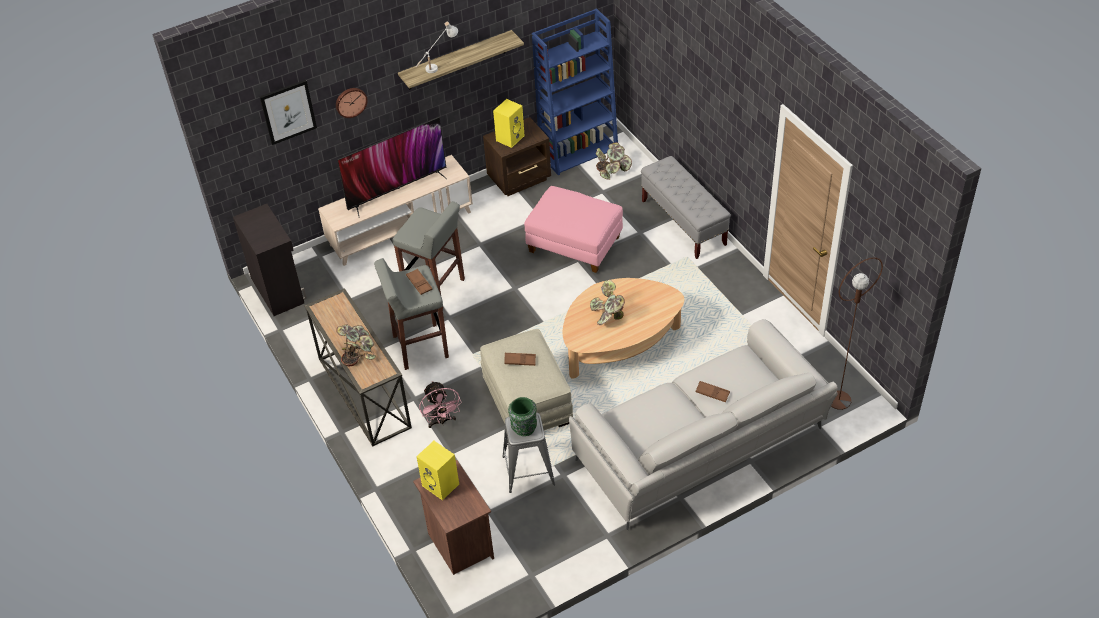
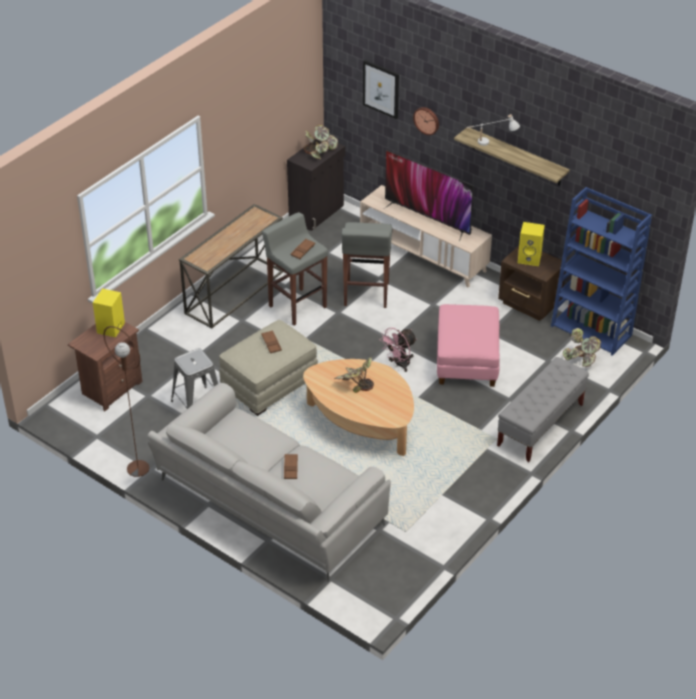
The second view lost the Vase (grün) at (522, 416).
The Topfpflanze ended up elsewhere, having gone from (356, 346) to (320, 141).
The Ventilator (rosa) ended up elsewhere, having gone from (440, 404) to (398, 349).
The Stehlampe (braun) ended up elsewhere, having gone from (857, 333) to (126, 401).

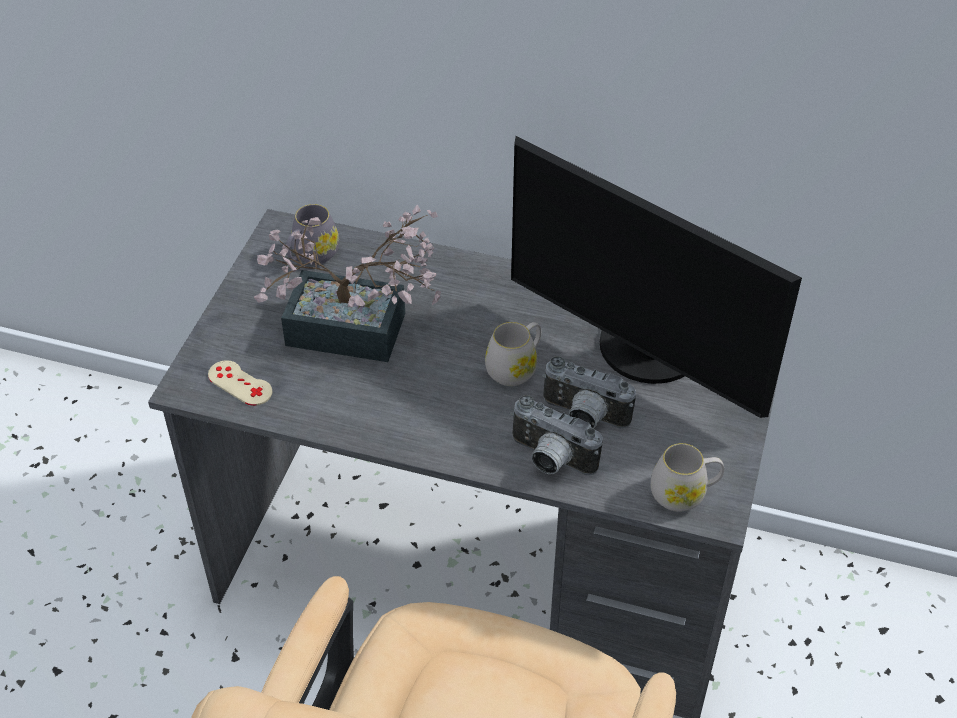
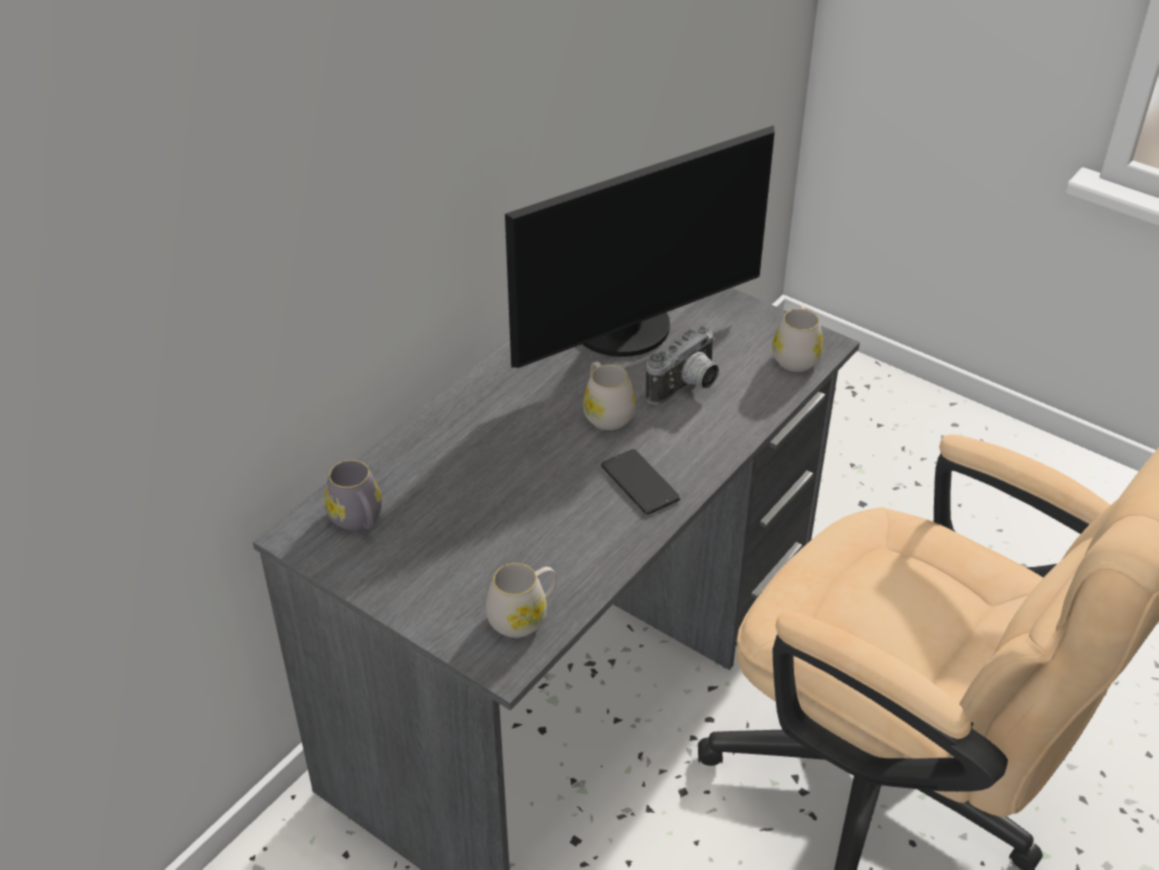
The second view lost the Topfpflanze at (347, 283).
The second view lost the Kamera at (556, 435).
The second view gained the Handy at (640, 482).
Where the Gamepad (beige) stood at (240, 383), the Henkelbecher (weiß) came to stand at (521, 600).

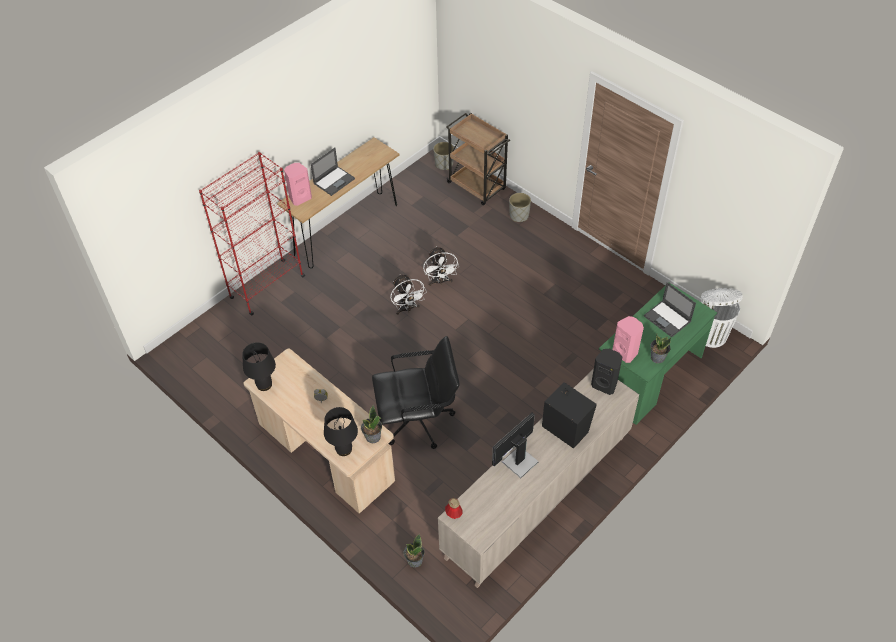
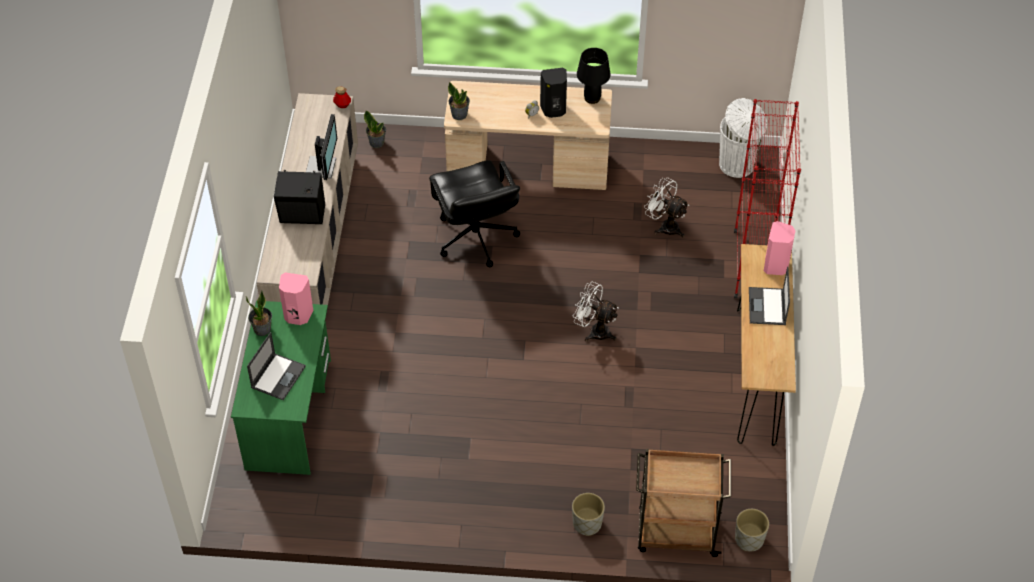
The second view lost the Tischlampe (schwarz) at (341, 431).
The Ventilator (weiß) ended up elsewhere, having gone from (441, 266) to (666, 208).
The Lautsprecher (schwarz) ended up elsewhere, having gone from (606, 372) to (553, 93).
The Mülleimer (weiß) ended up elsewhere, having gone from (722, 318) to (743, 138).
The Bürostuhl (schwarz) at (416, 392) ended up facing another way, 60 degrees counterclockwise from before.
The Laptop at (670, 309) ended up facing another way, 105 degrees clockwise from before.

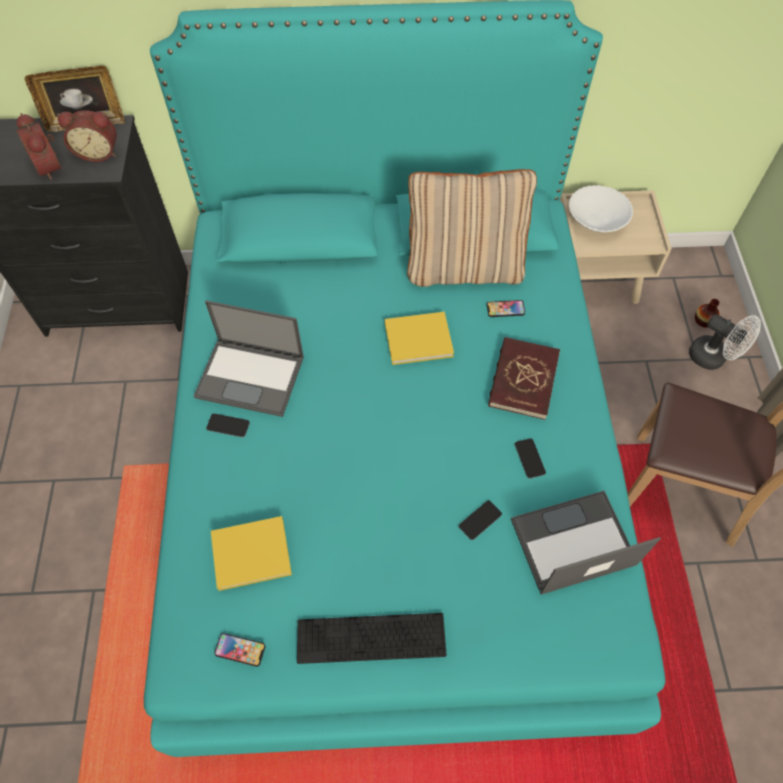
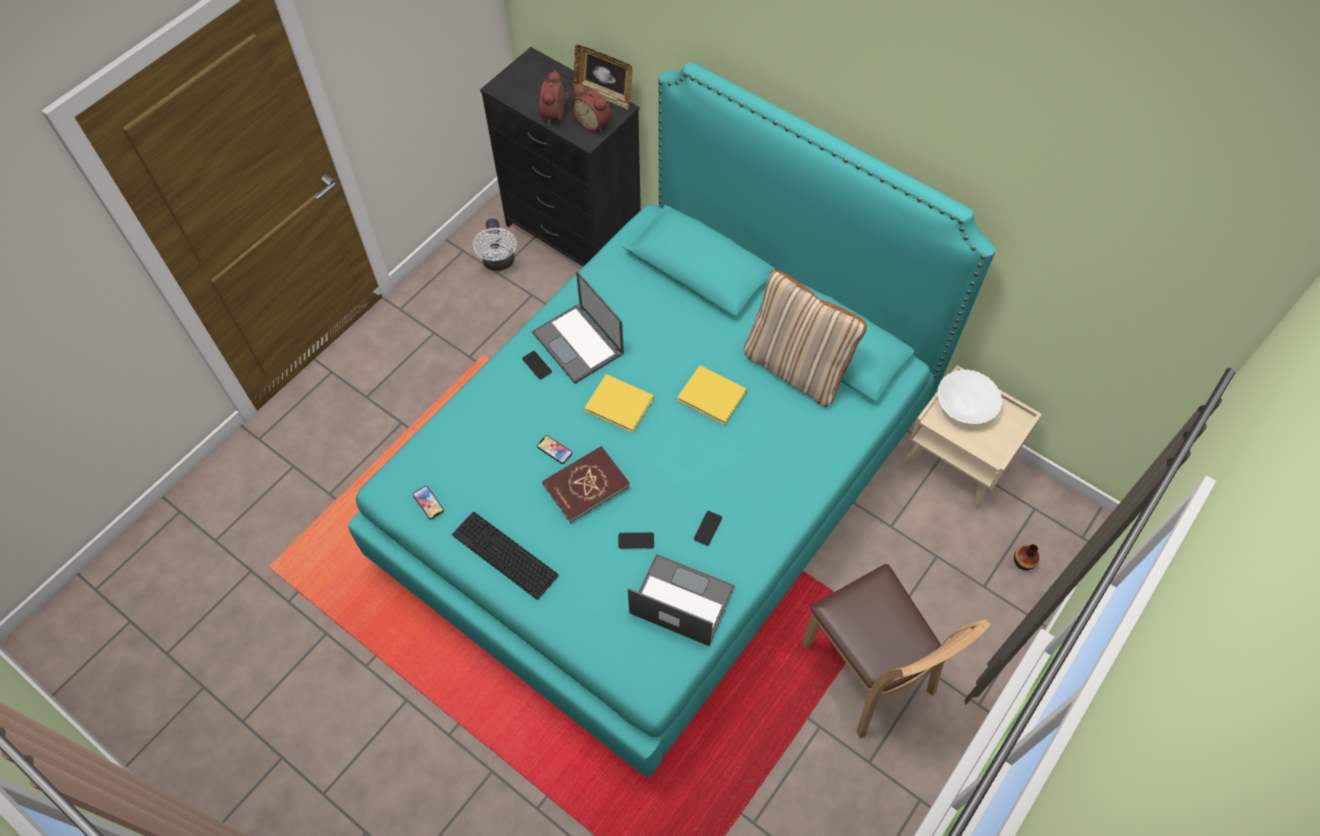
The Buch (gelb) ended up elsewhere, having gone from (251, 553) to (619, 403).
The Handy ended up elsewhere, having gone from (506, 308) to (554, 449).
The Buch (rot) ended up elsewhere, having gone from (524, 378) to (586, 484).
The Ventilator (weiß) ended up elsewhere, having gone from (725, 342) to (495, 244).

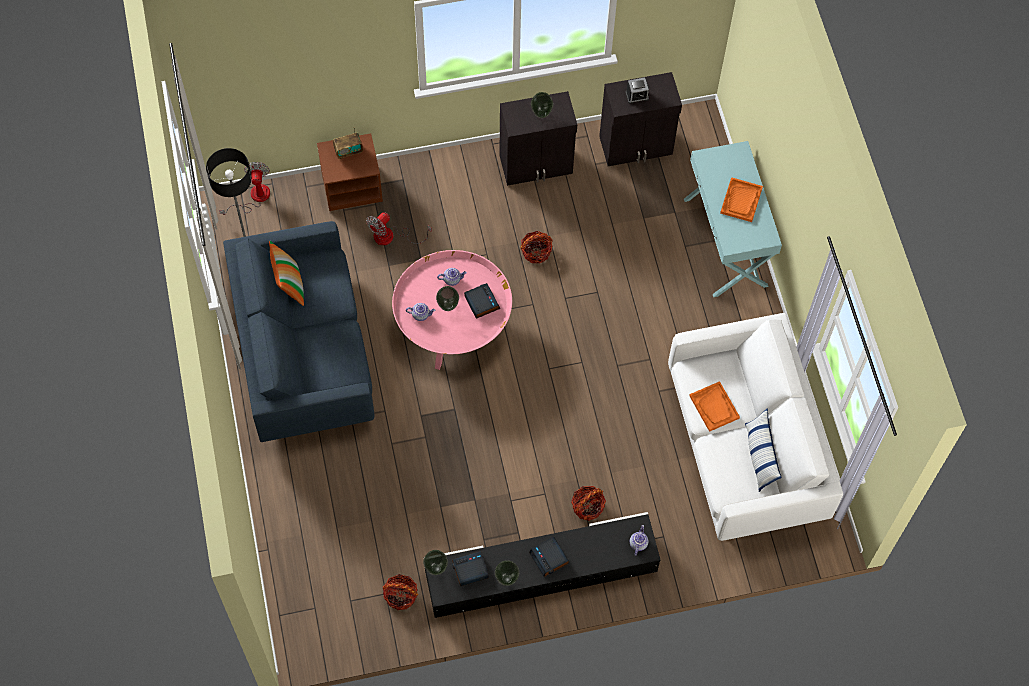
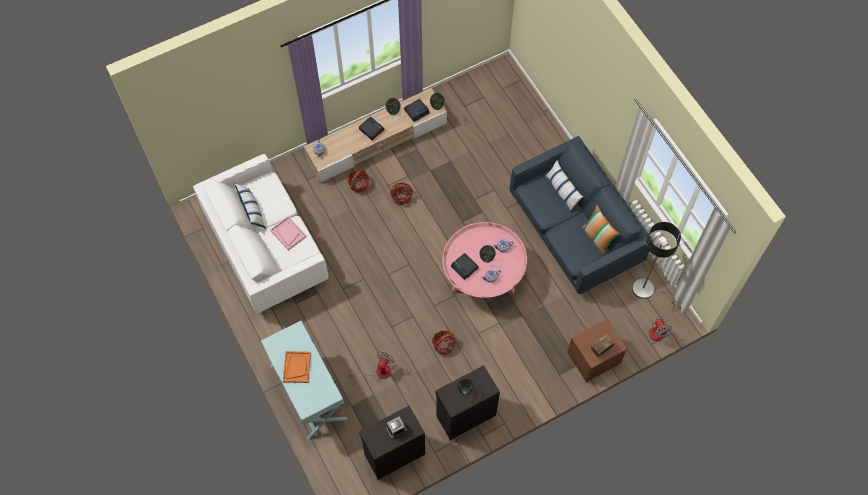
The second view gained the Kissen at (564, 186).
The Ventilator ended up elsewhere, having gone from (399, 228) to (370, 367).
The Korb ended up elsewhere, having gone from (400, 592) to (401, 193).
What was the Fernsehschrank (schwarz) at (542, 565) turned into the Fernsehschrank (beige) at (375, 135).
What was the Tablett (orange) at (714, 406) turned into the Tablett (rosa) at (288, 233).

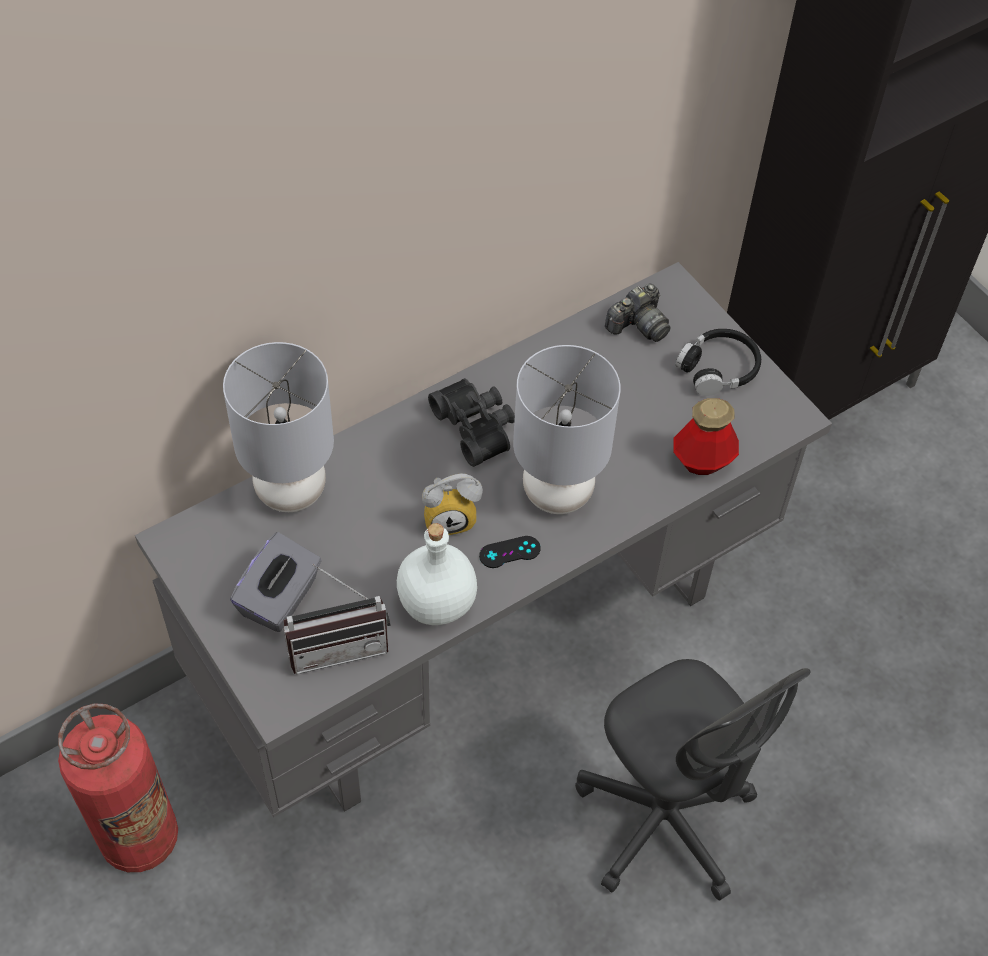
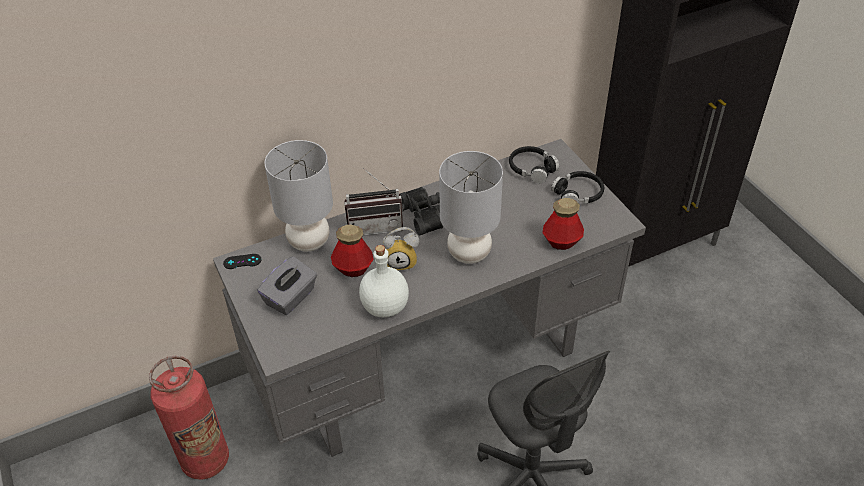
The second view gained the Flasche at (352, 251).
The Radio ended up elsewhere, having gone from (337, 619) to (374, 202).
The Gamepad (schwarz) ended up elsewhere, having gone from (510, 552) to (242, 261).
Where the Kamera stood at (637, 313), the Kopfhörer (schwarz) came to stand at (534, 165).

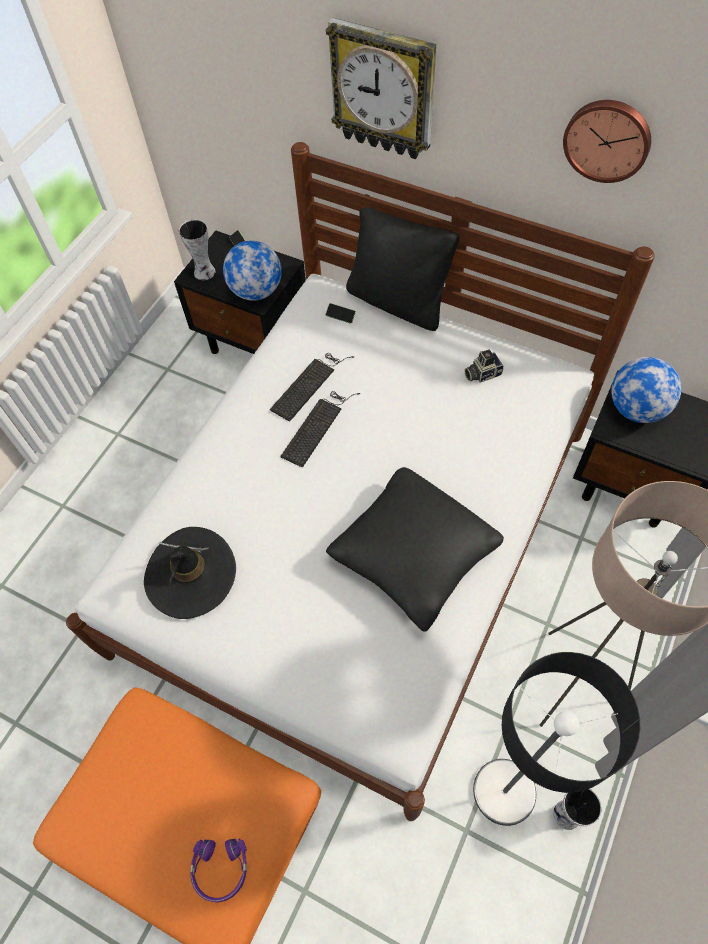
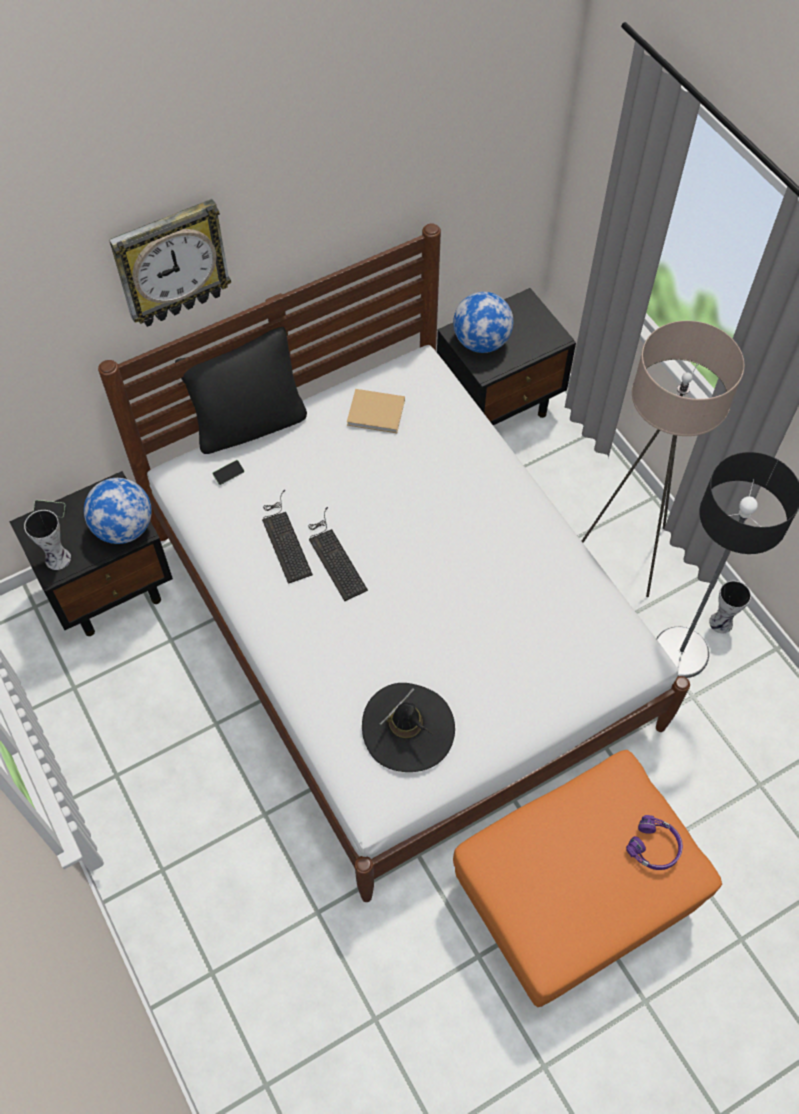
The second view lost the Kissen (schwarz) at (415, 549).
The second view lost the Wanduhr at (607, 141).
Where the Kamera stood at (484, 366), the Buch (beige) came to stand at (376, 411).

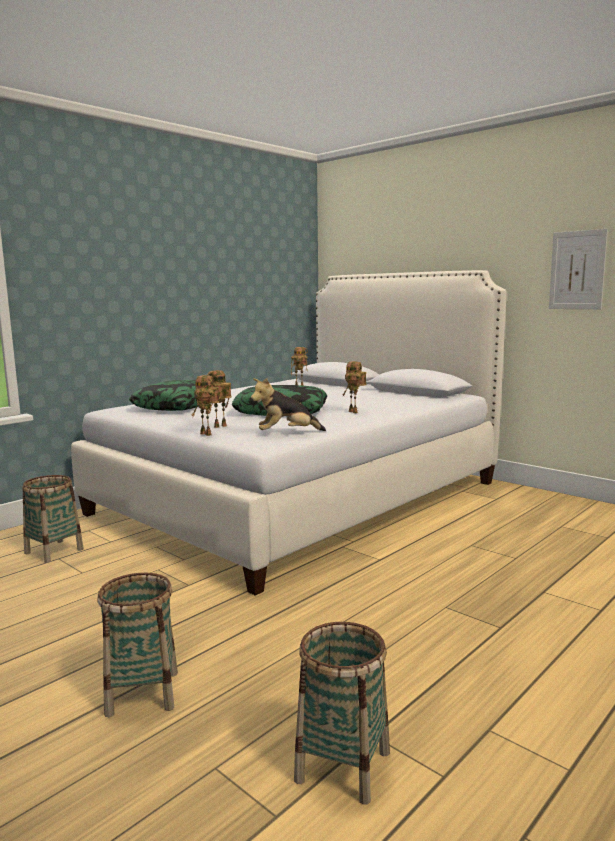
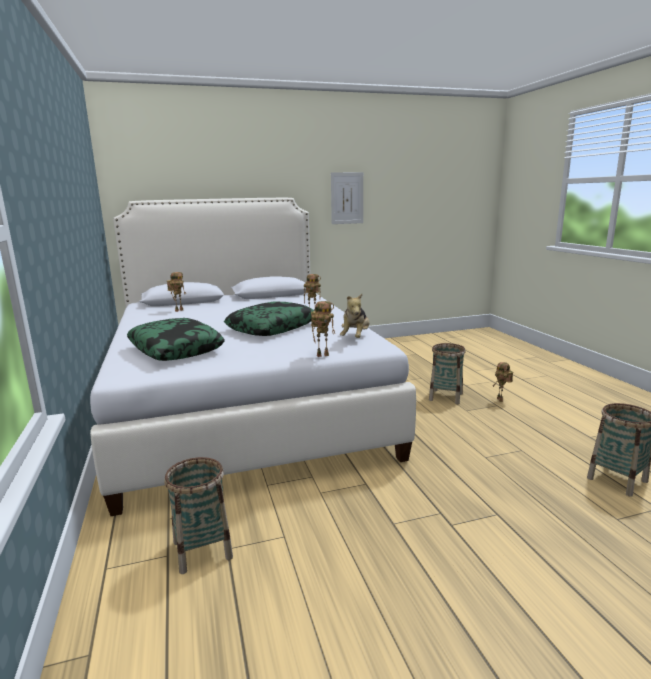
The Korb ended up elsewhere, having gone from (137, 645) to (447, 373).
The Spielzeugroboter ended up elsewhere, having gone from (219, 399) to (503, 382).

